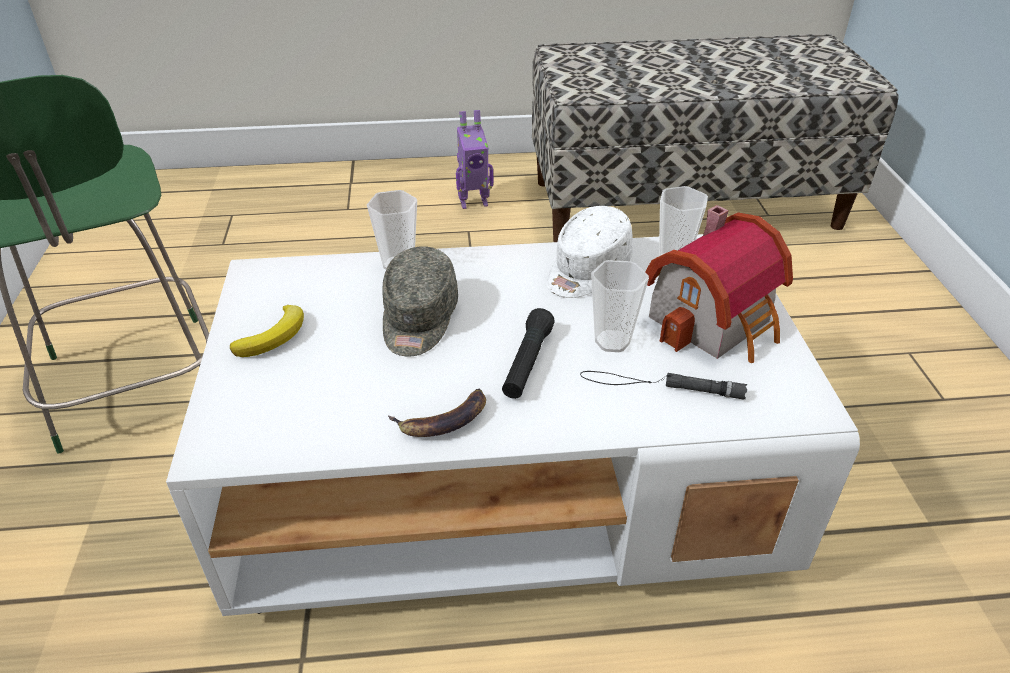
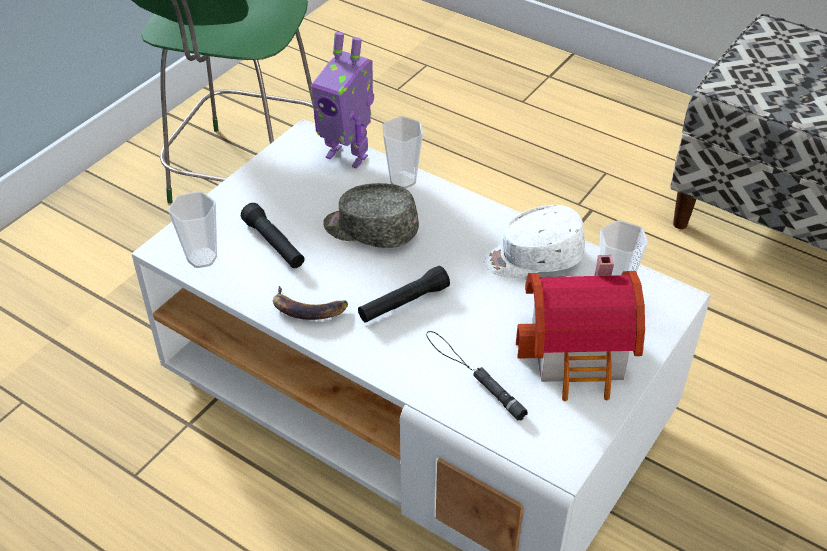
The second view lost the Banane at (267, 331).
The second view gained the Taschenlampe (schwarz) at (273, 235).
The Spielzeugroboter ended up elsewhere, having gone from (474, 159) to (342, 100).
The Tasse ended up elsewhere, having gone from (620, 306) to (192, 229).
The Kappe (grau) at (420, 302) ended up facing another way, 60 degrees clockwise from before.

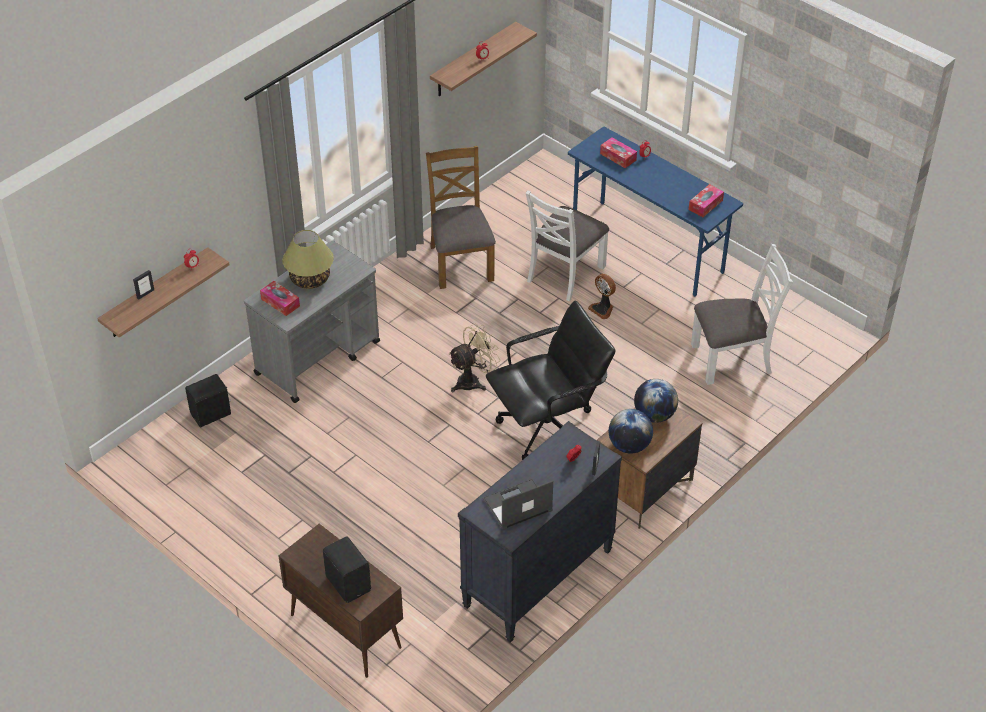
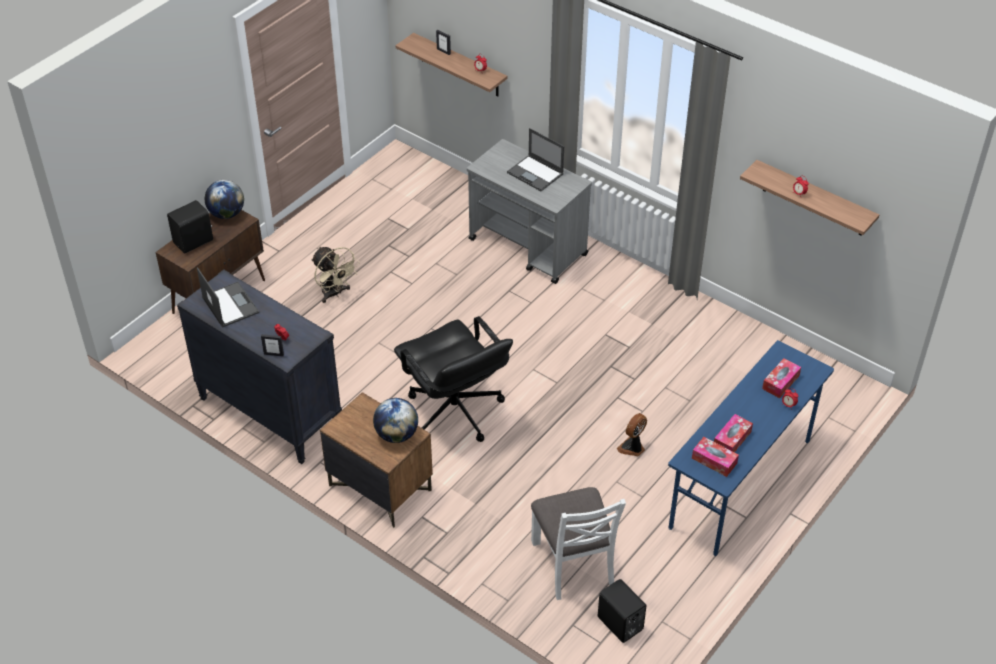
The second view lost the Stuhl (braun) at (461, 217).
The second view lost the Stuhl (weiß) at (567, 245).
The Lautsprecher (schwarz) ended up elsewhere, having gone from (208, 400) to (622, 611).
The Taschentuchbox ended up elsewhere, having gone from (280, 298) to (733, 433).
The Ventilator (beige) ended up elsewhere, having gone from (474, 357) to (335, 274).
The Globus ended up elsewhere, having gone from (631, 431) to (224, 199).
Where the Tischlampe stood at (308, 259), the Laptop came to stand at (535, 159).

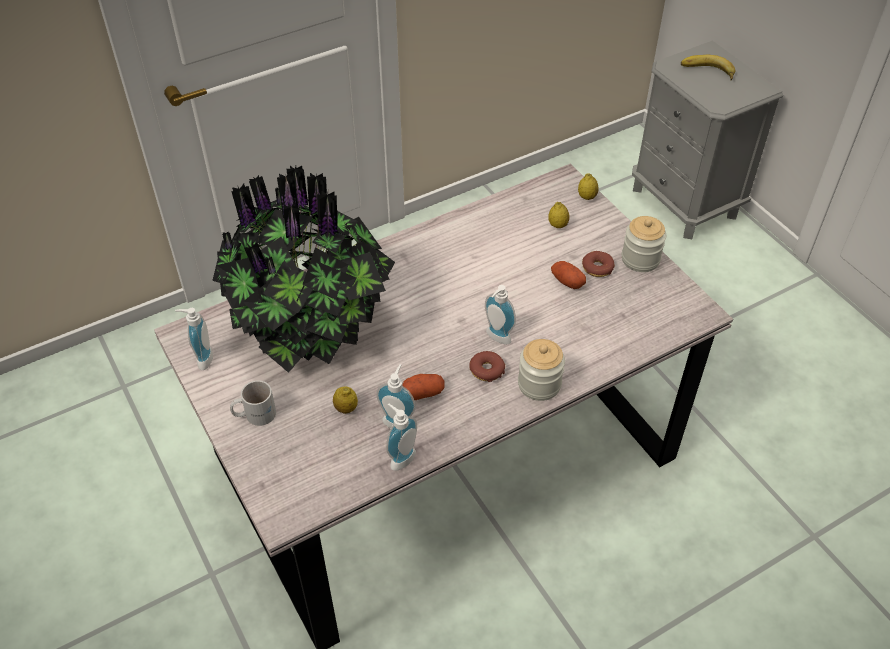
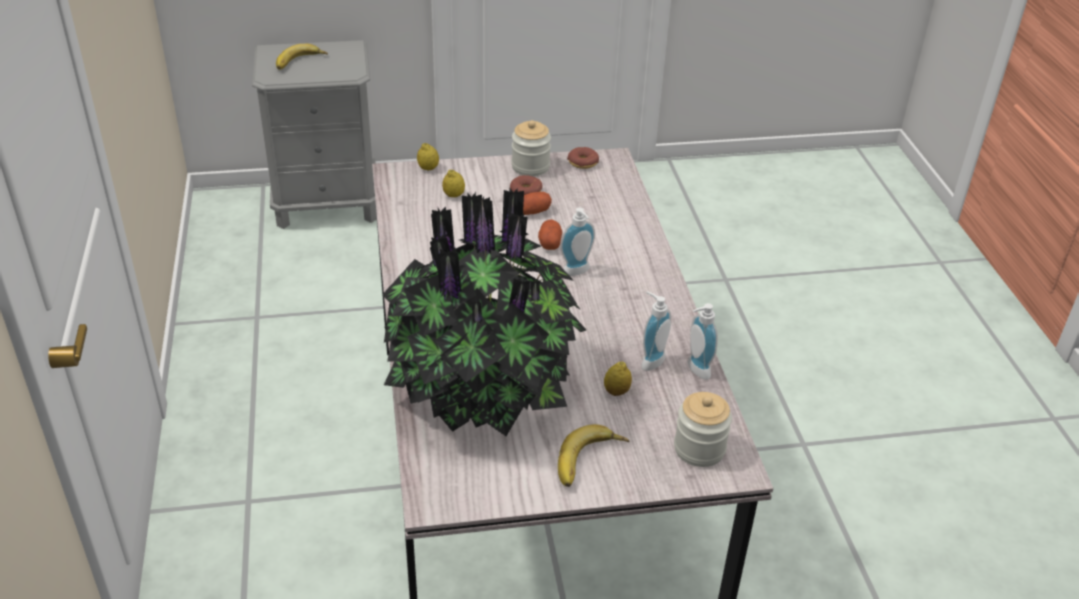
The second view lost the Seifenspender at (194, 339).
The Kartoffel ended up elsewhere, having gone from (423, 387) to (550, 235).
The Donut ended up elsewhere, having gone from (487, 366) to (583, 158).
The Vorratsglas ended up elsewhere, having gone from (541, 370) to (703, 429).
Where the Henkelbecher (weiß) stood at (253, 403), the Banane came to stand at (593, 455).

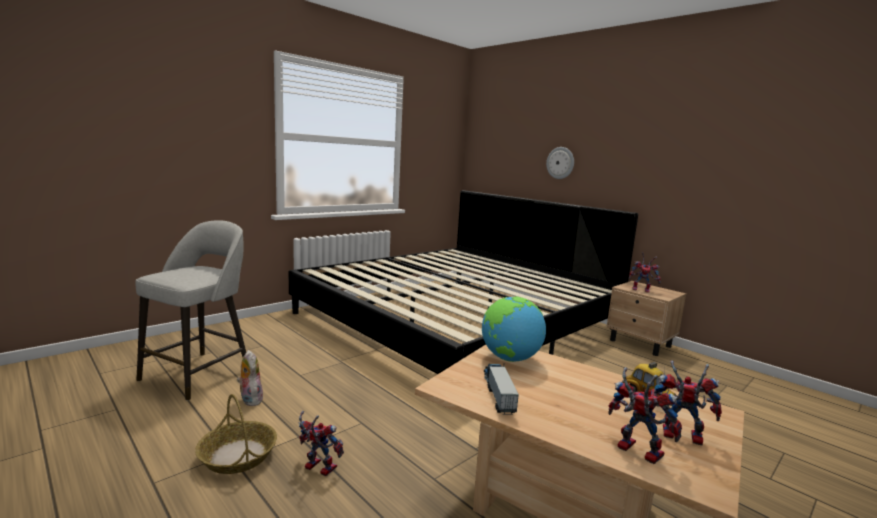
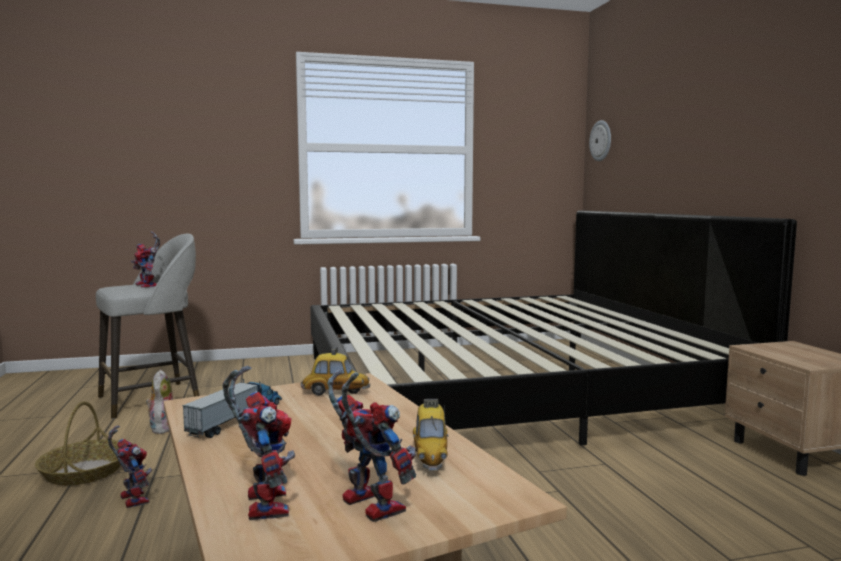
The Wanduhr ended up elsewhere, having gone from (560, 163) to (600, 140).
The Spielzeugroboter ended up elsewhere, having gone from (645, 272) to (145, 259).
Where the Globus stood at (514, 329), the Spielzeugauto came to stand at (335, 371).

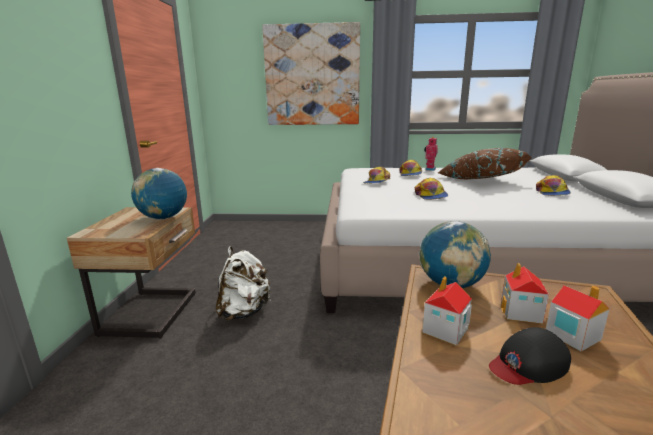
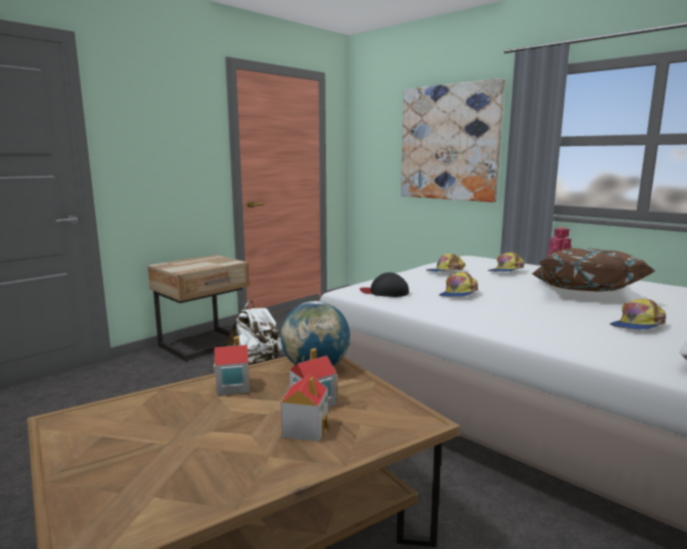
The second view lost the Globus at (159, 193).
The Kappe (schwarz) ended up elsewhere, having gone from (530, 356) to (384, 284).

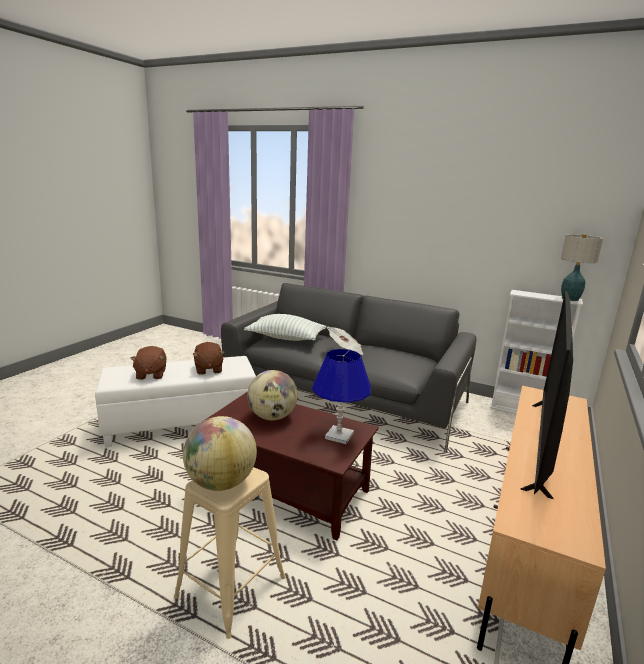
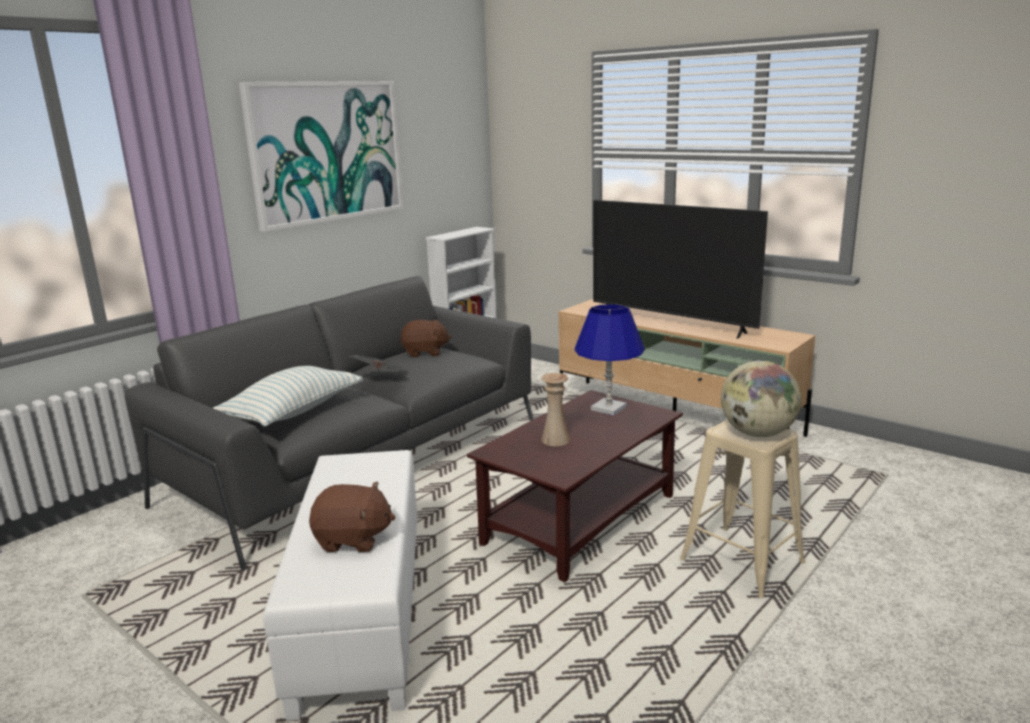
The second view lost the Tischlampe at (582, 267).
The second view gained the Bild at (321, 156).
The Plüschtier (braun) ended up elsewhere, having gone from (209, 358) to (425, 338).
Where the Globus stood at (272, 395), the Vase (beige) came to stand at (555, 409).

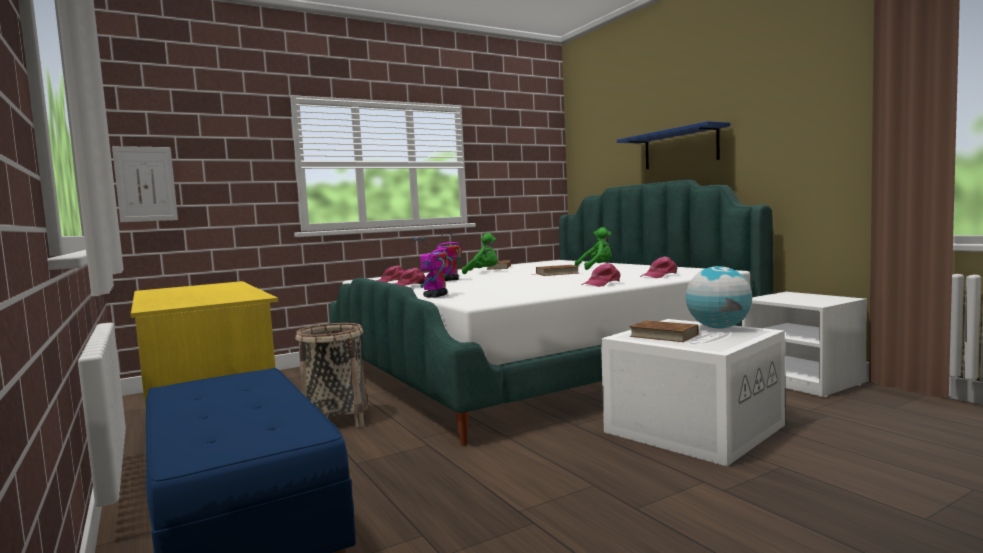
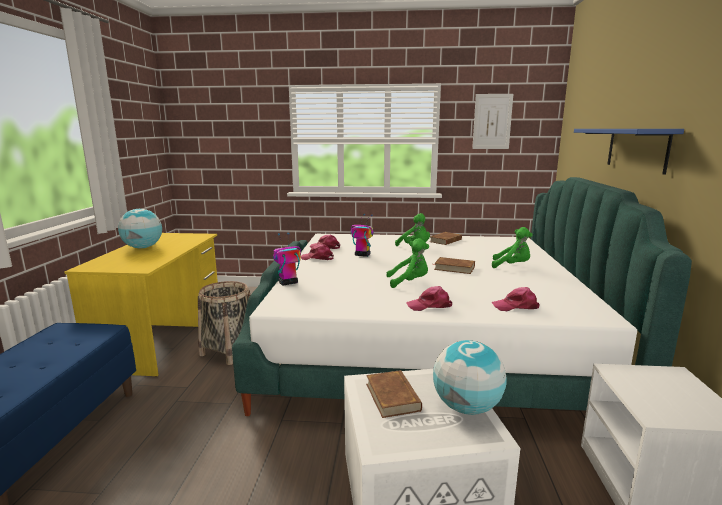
The second view gained the Globus at (140, 228).
The second view gained the Plüschtier (grün) at (408, 263).
The Bild ended up elsewhere, having gone from (145, 184) to (492, 121).

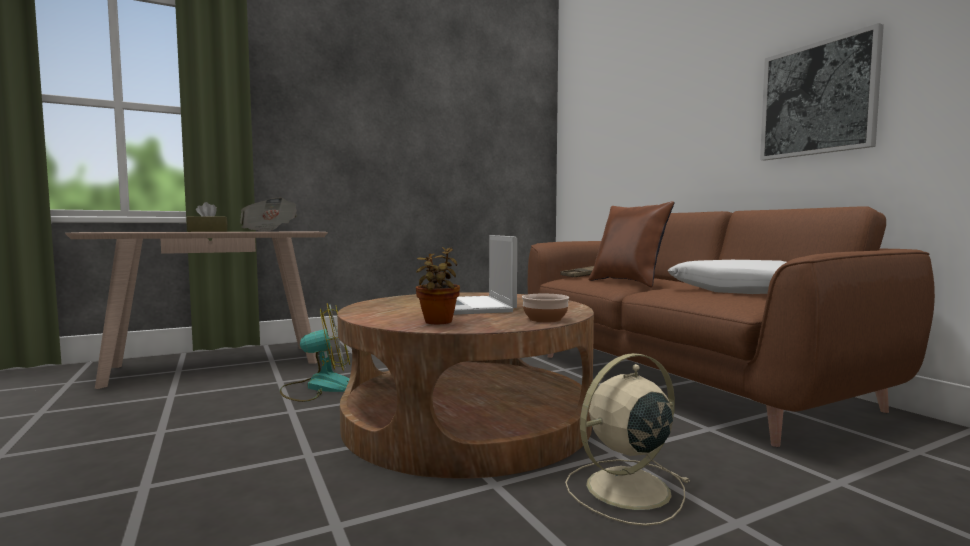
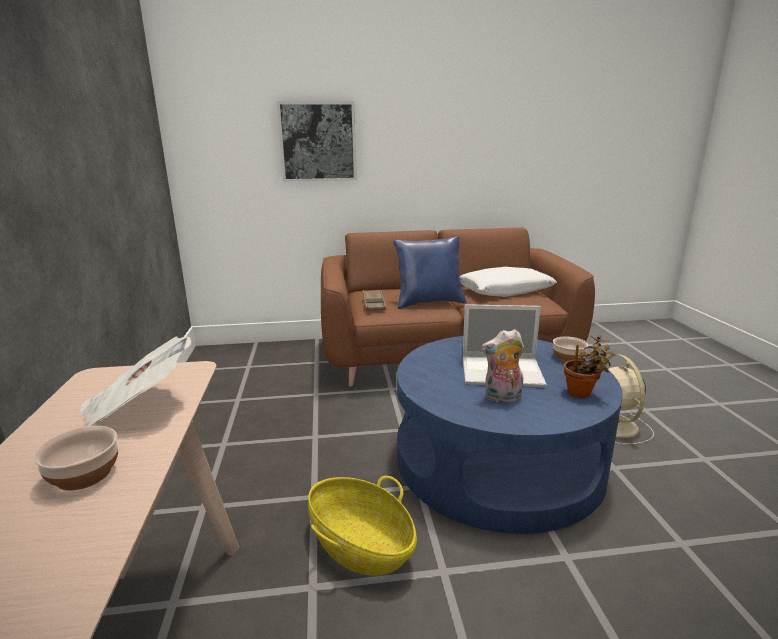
The second view gained the Plüschtier at (502, 365).
The Bild ended up elsewhere, having gone from (822, 92) to (317, 141).
Where the Taschentuchbox (braun) stood at (207, 217), the Schüssel came to stand at (75, 458).
Where the Ventilator stood at (315, 352), the Korb came to stand at (362, 526).
What was the Couchtisch (braun) at (465, 385) turned into the Couchtisch (blau) at (509, 435).
What was the Kissen (braun) at (631, 244) turned into the Kissen (blau) at (430, 272).

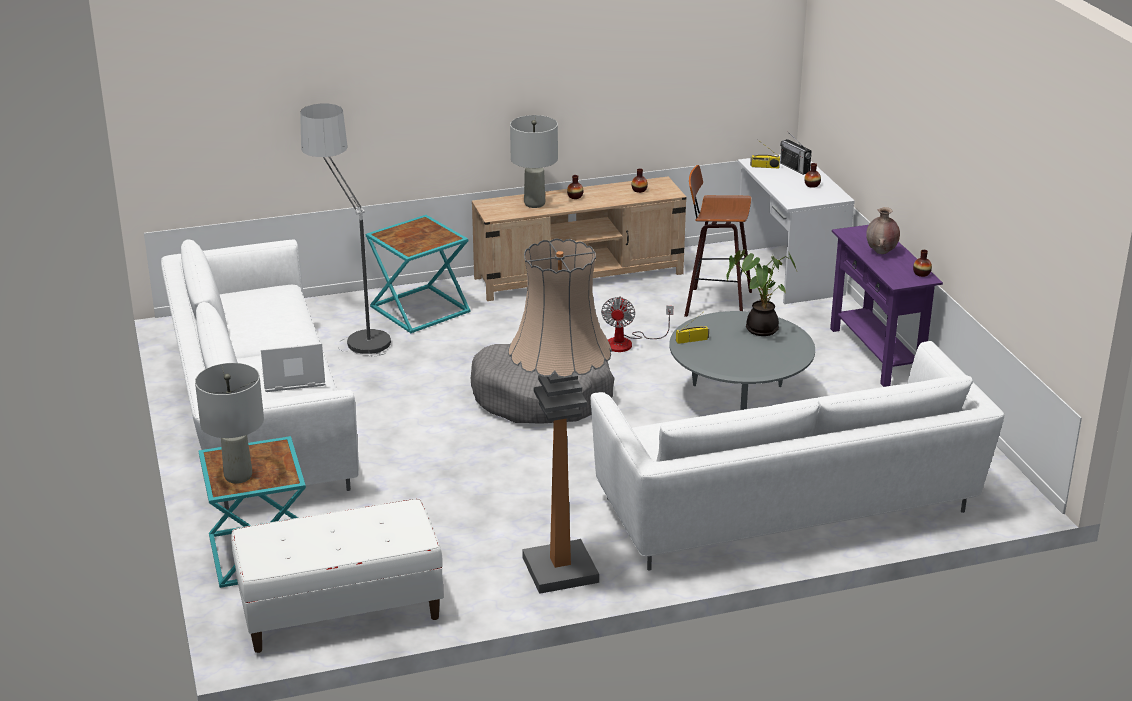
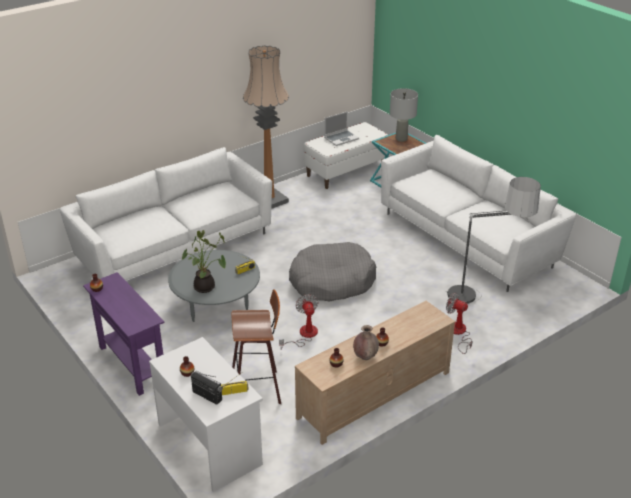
The second view lost the Tischlampe (grau) at (534, 161).
The Laptop ended up elsewhere, having gone from (293, 367) to (341, 128).
The Vase (braun) ended up elsewhere, having gone from (883, 230) to (366, 342).
Where the Beistelltisch (türkis) stood at (418, 274), the Ventilator came to stand at (459, 323).

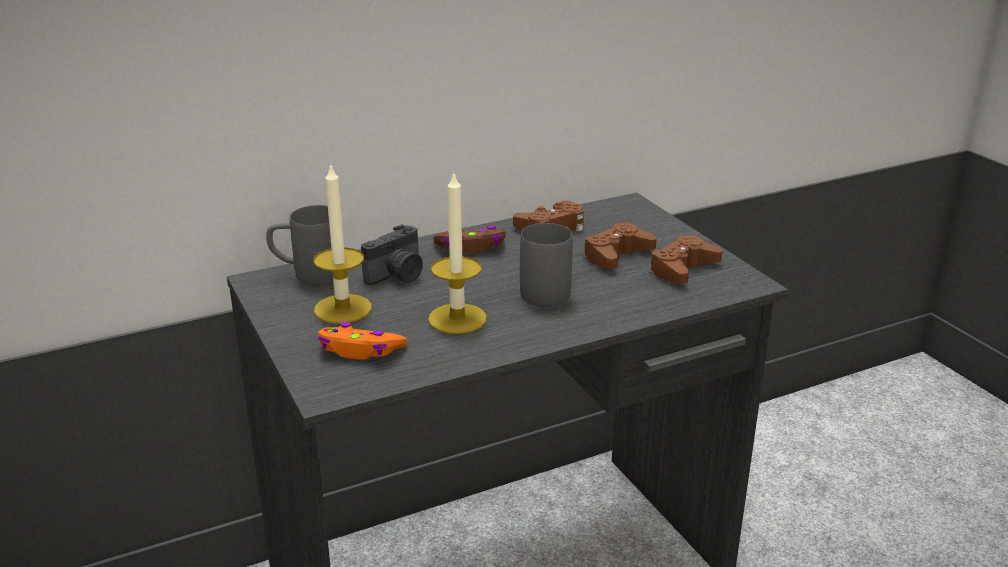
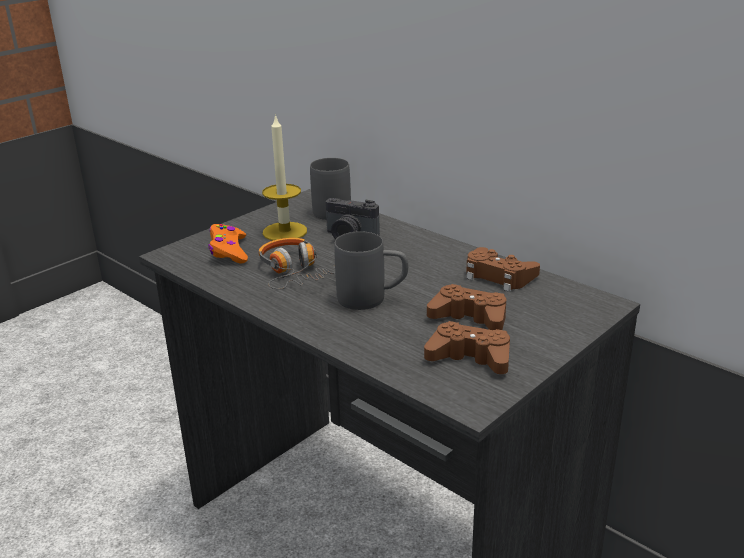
The second view lost the Gamepad (braun) at (469, 239).
Where the Kerze stood at (457, 252), the Kopfhörer came to stand at (296, 263).

